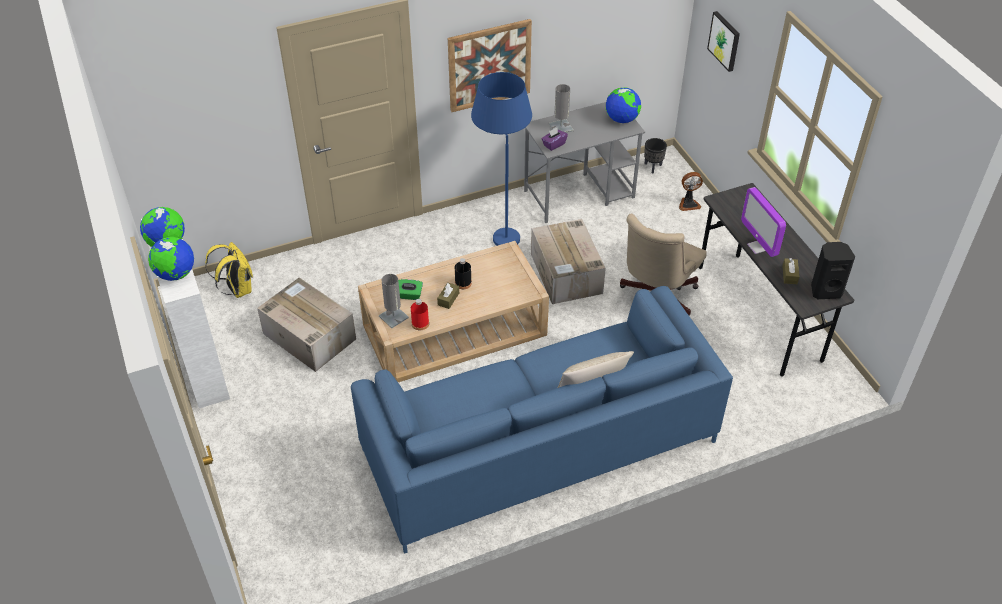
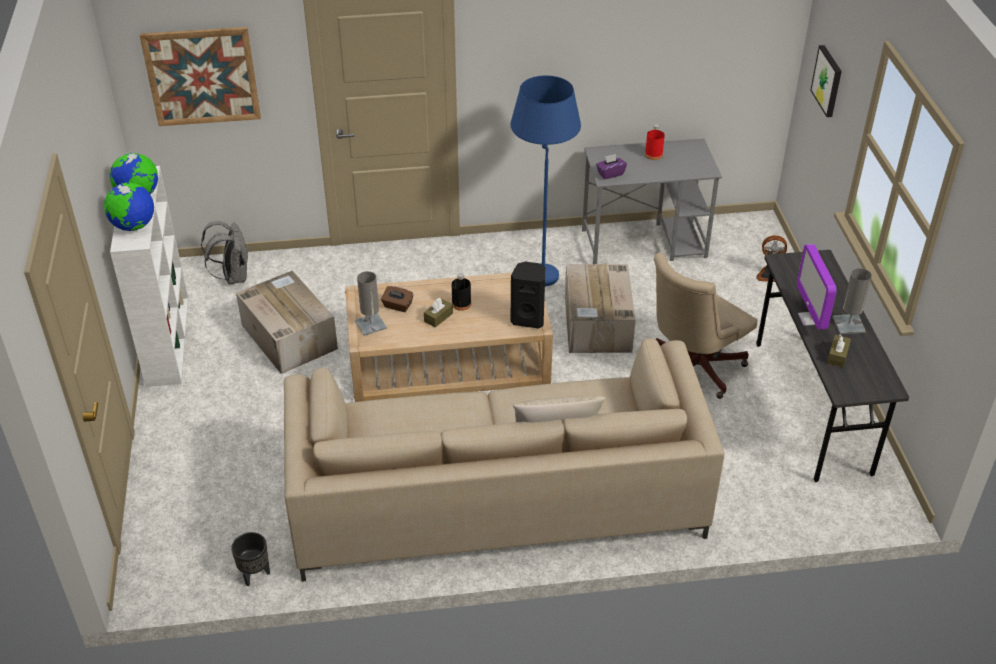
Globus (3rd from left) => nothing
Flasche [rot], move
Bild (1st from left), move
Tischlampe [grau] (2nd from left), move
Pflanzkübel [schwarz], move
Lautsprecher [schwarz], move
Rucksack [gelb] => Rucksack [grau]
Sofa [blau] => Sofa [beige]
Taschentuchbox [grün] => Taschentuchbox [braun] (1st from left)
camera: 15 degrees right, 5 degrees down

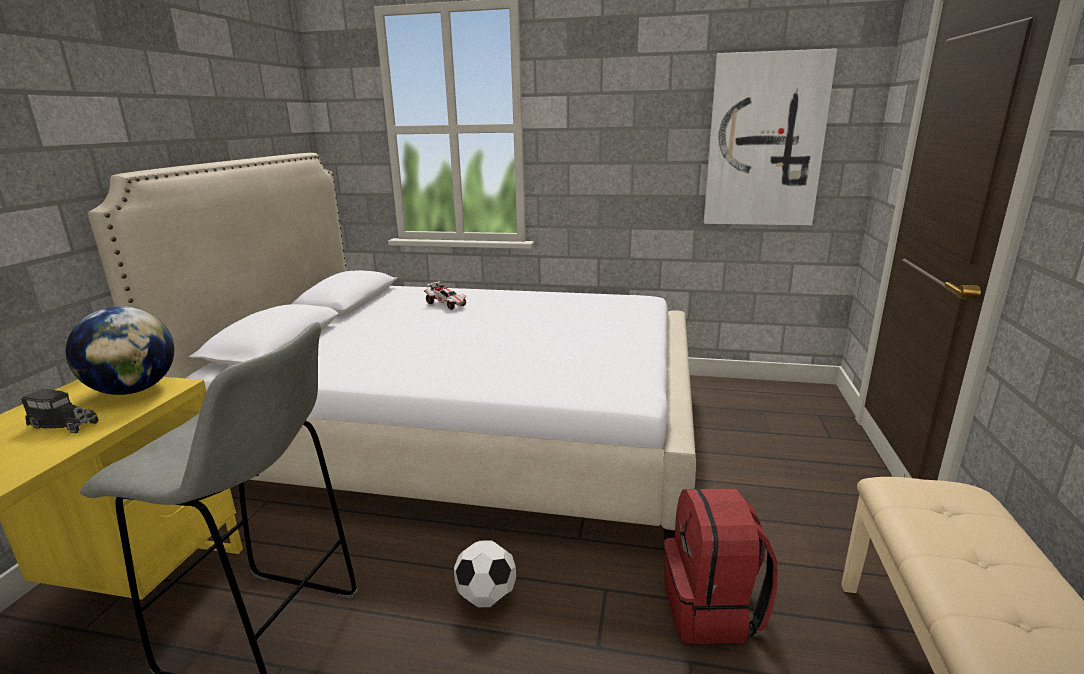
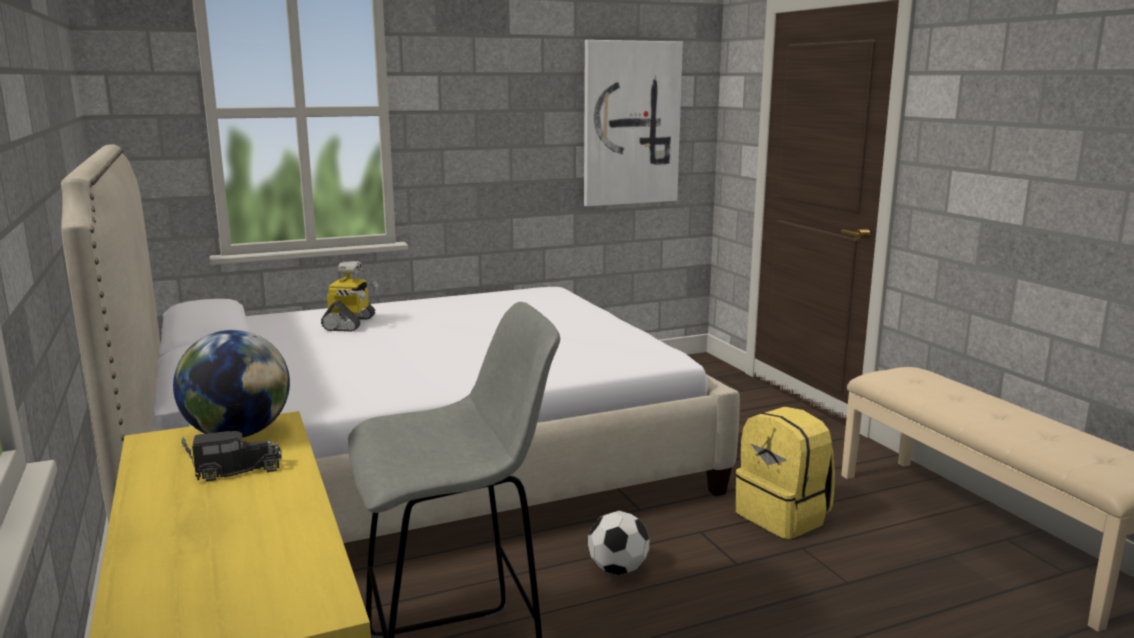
Spielzeugauto => Spielzeugroboter
Rucksack [rot] => Rucksack [gelb]
camera: 35 degrees left, 5 degrees down

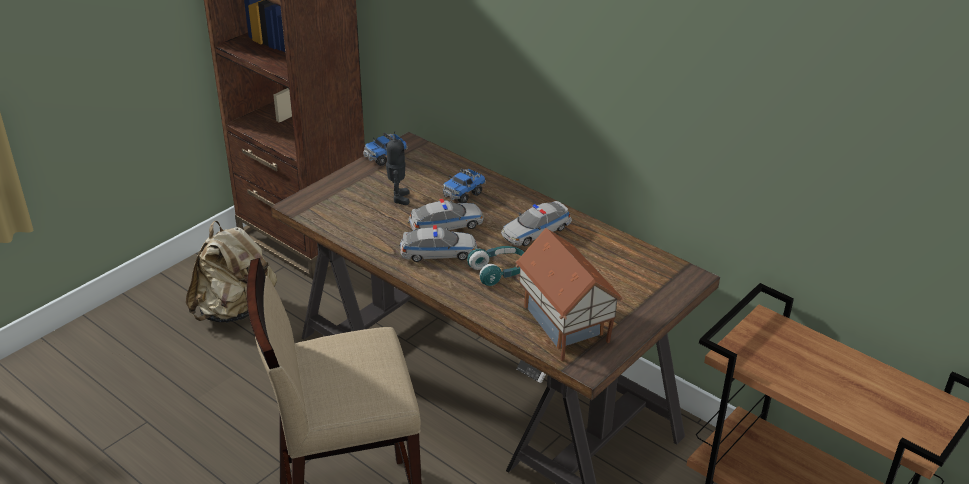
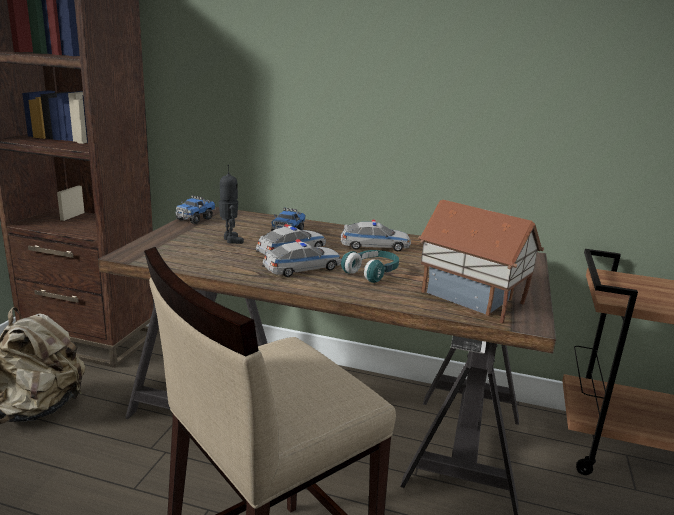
Spielzeugauto (3rd from left), 120 degrees counterclockwise
camera: 25 degrees left, 15 degrees down

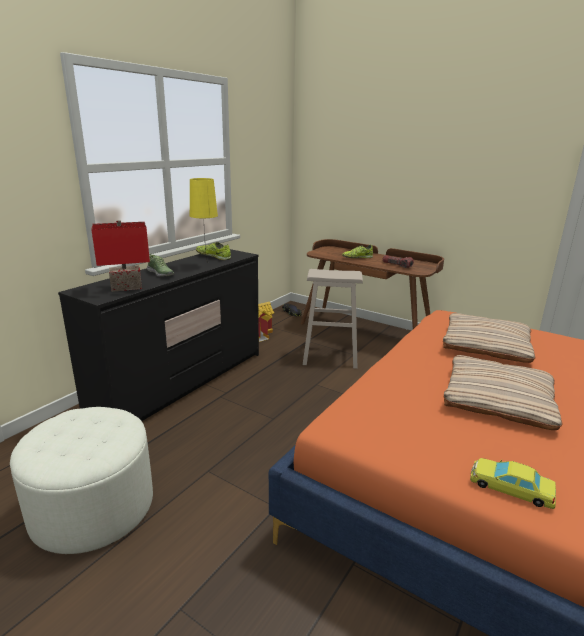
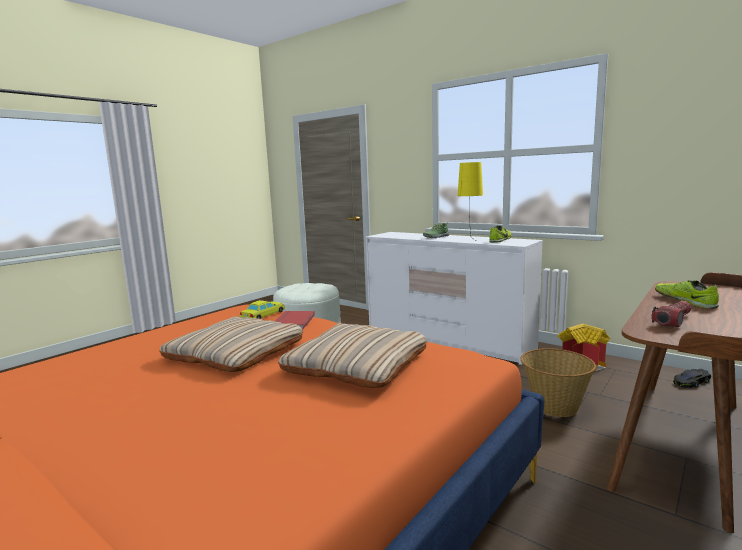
Tischlampe [rot] => nothing
nothing => Buch [rot]
Spielzeugauto [gelb], move
Hocker [beige] => Korb
Kommode [schwarz] => Kommode [weiß]
camera: 95 degrees right, 10 degrees down

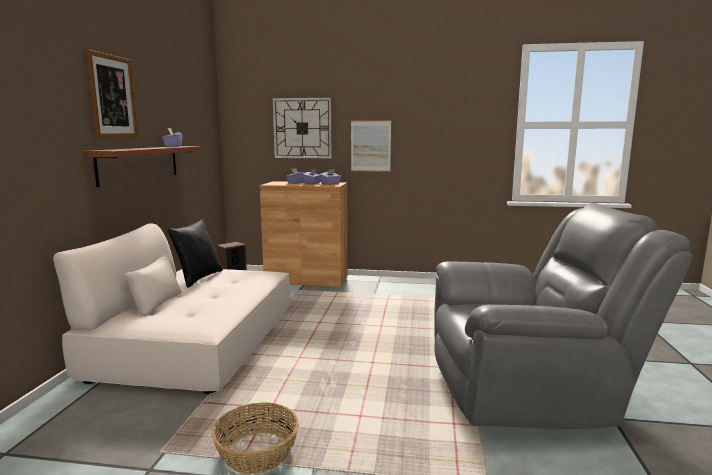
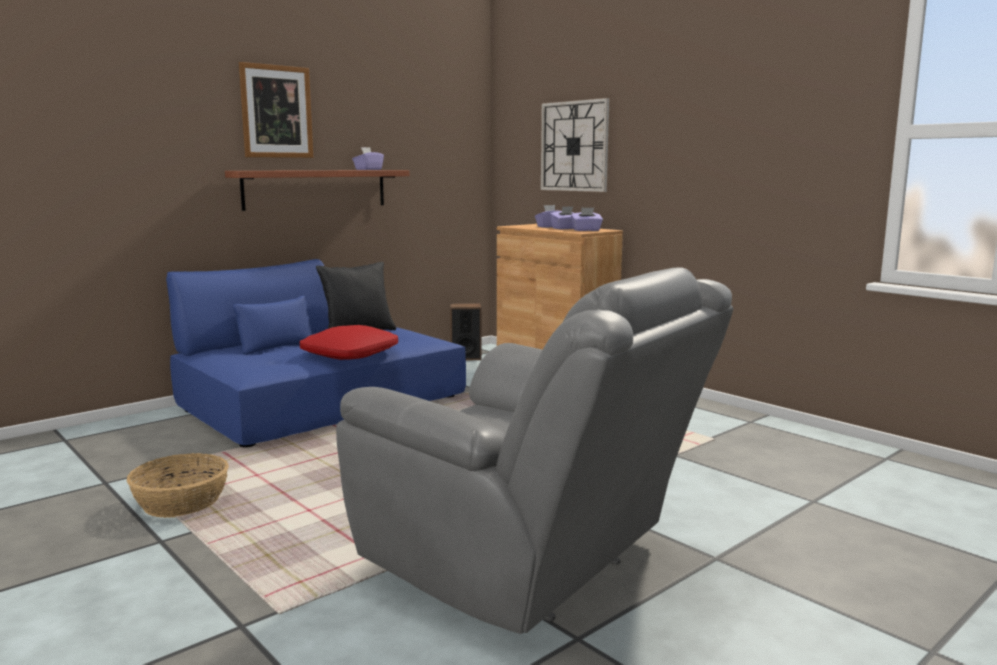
Bild (2nd from left) => nothing
nothing => Kissen [rot]
Sofa [beige] => Sofa [blau]
camera: 40 degrees right, 0 degrees up

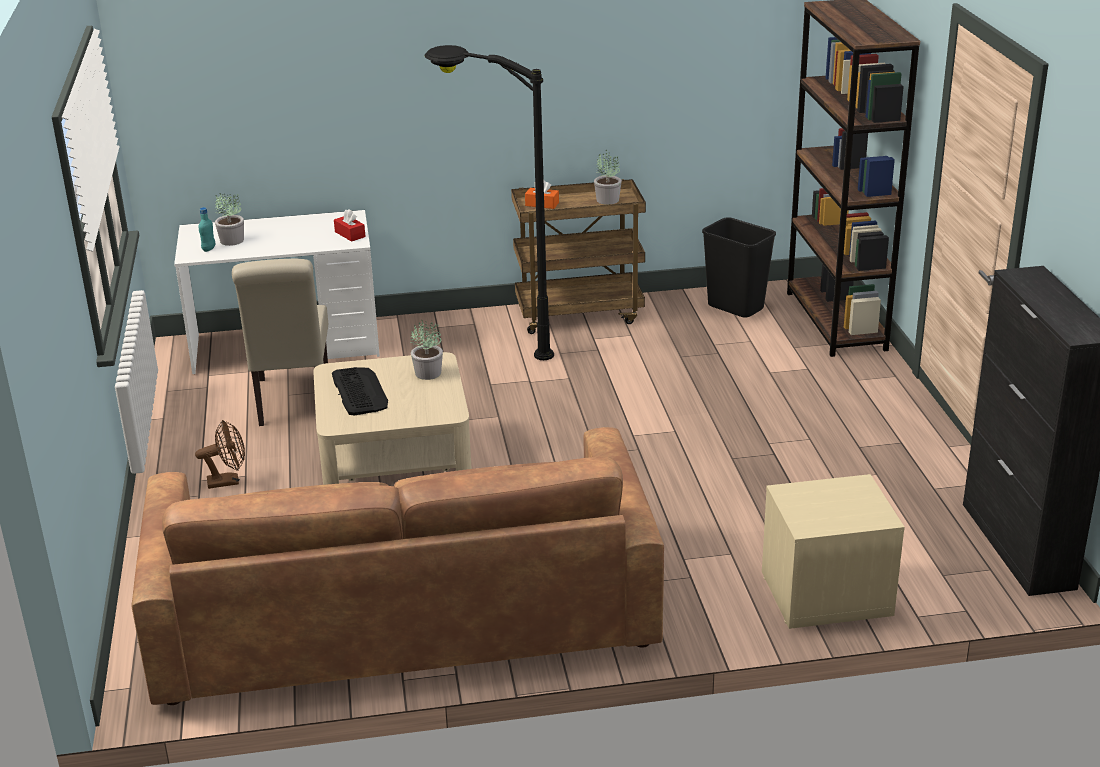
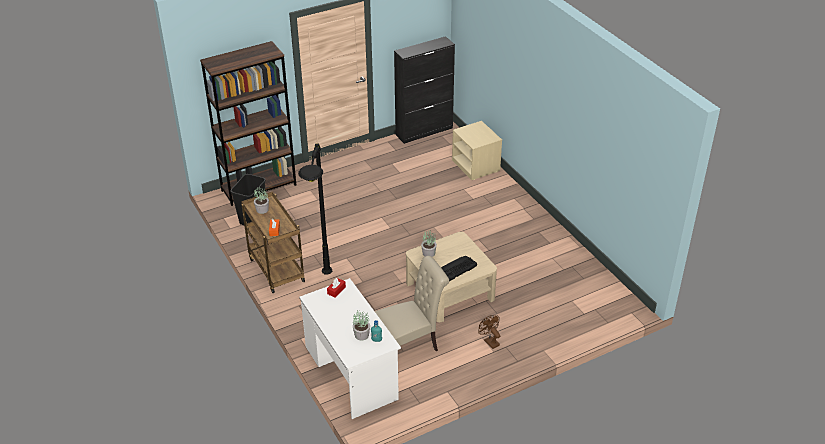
Sofa [braun] => nothing
camera: 110 degrees left, 10 degrees up

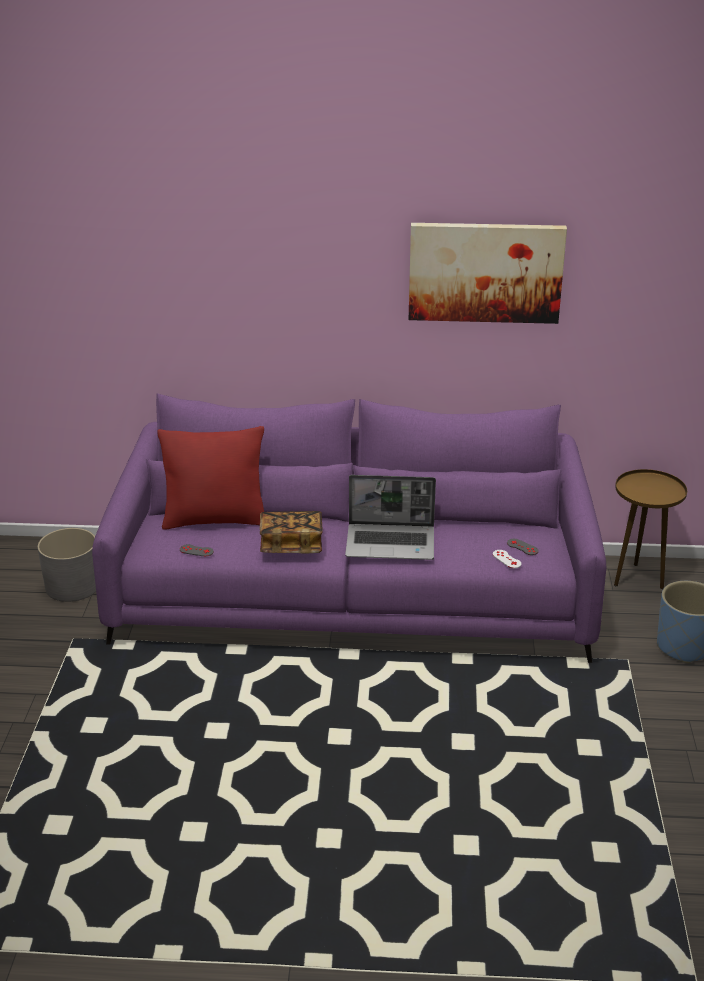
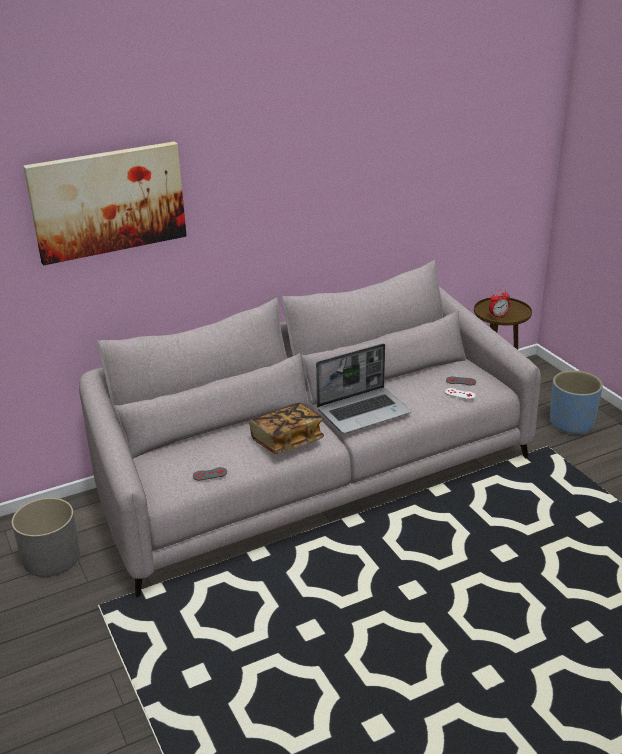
Kissen [rot] => nothing
nothing => Wecker
Bild, move
Sofa [lila] => Sofa [grau]
camera: 30 degrees left, 0 degrees up

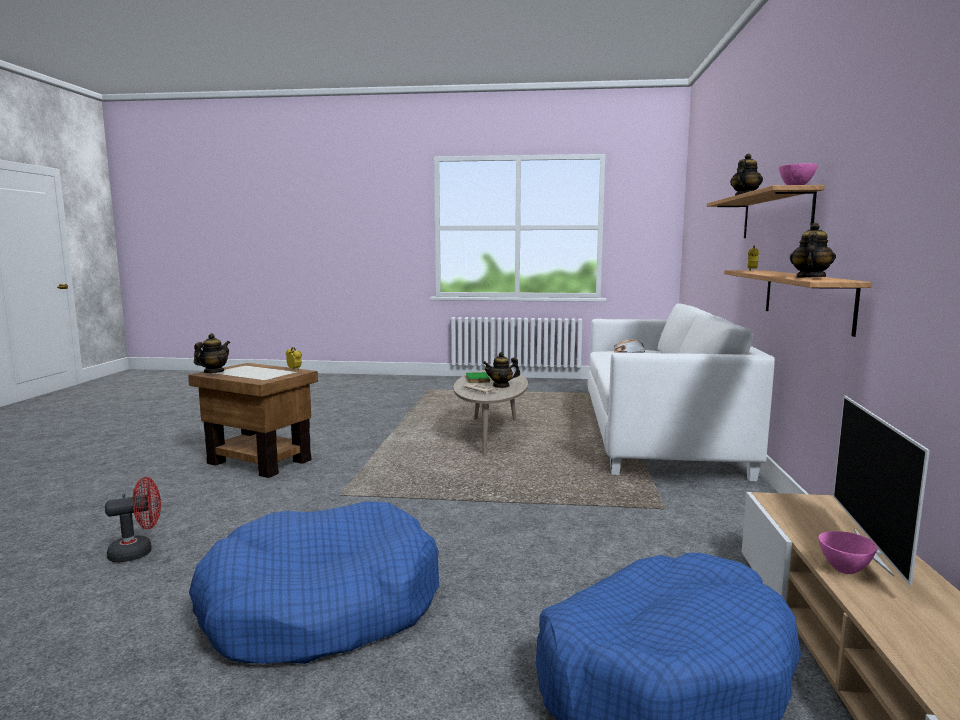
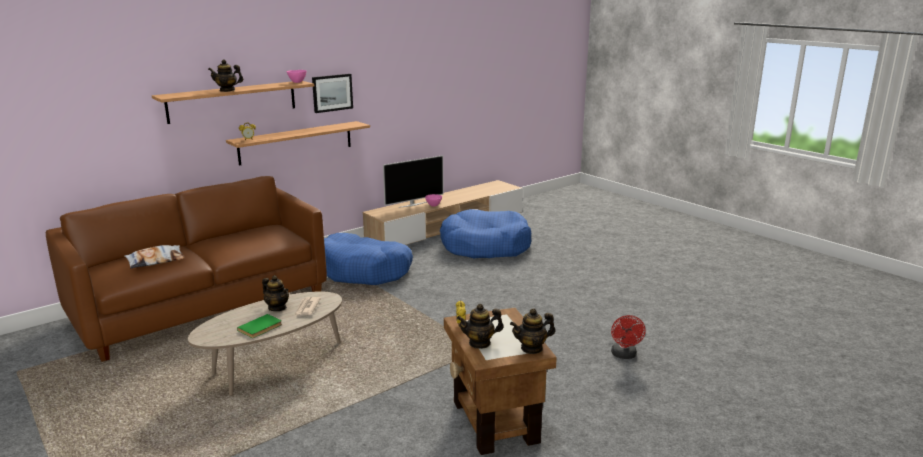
nothing => Bild
Hundebett [blau] (1st from left), move
Teekanne (4th from left in the first image) => Teekanne (3rd from left), move
Sofa [weiß] => Sofa [braun]
Ventilator [rot], 105 degrees counterclockwise
camera: 135 degrees left, 10 degrees up

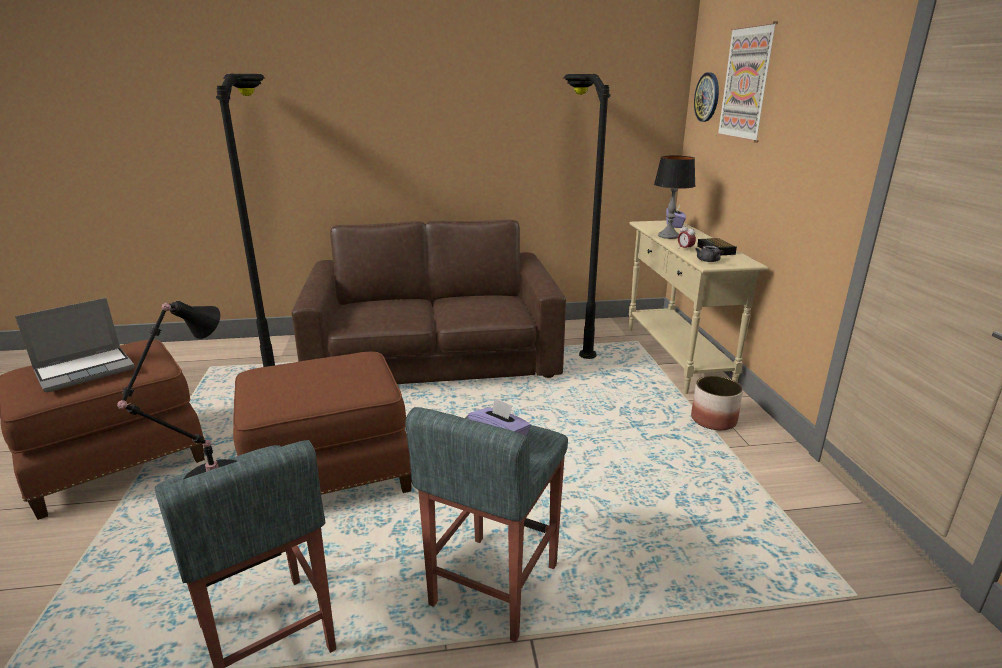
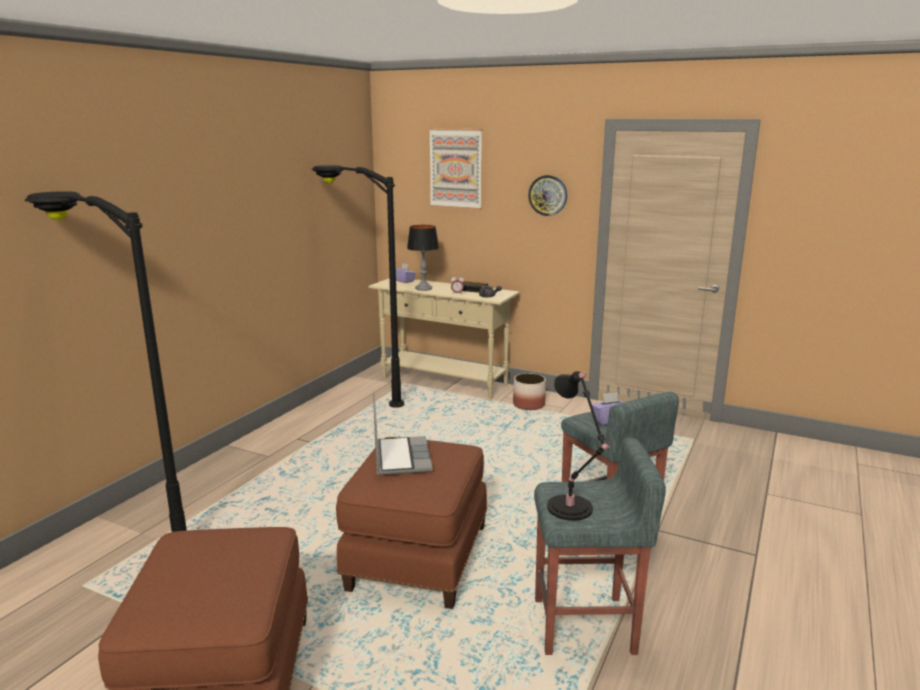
Sofa [braun] => nothing
Laptop, move
Wanduhr, move
camera: 55 degrees left, 5 degrees down

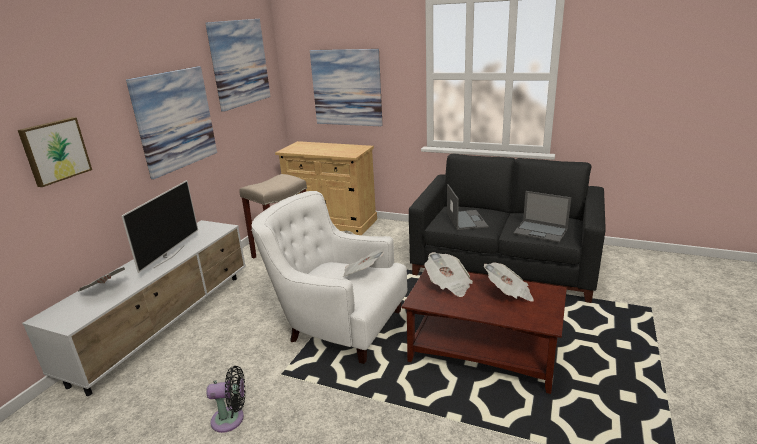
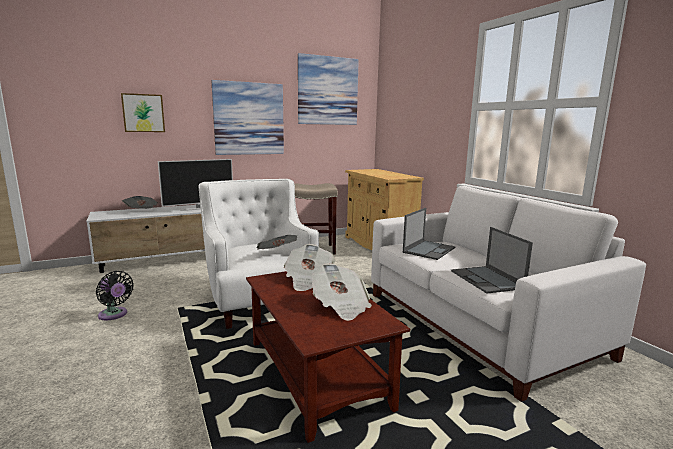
Bild (4th from left) => nothing
Sofa [schwarz] => Sofa [weiß]
camera: 40 degrees right, 10 degrees down

